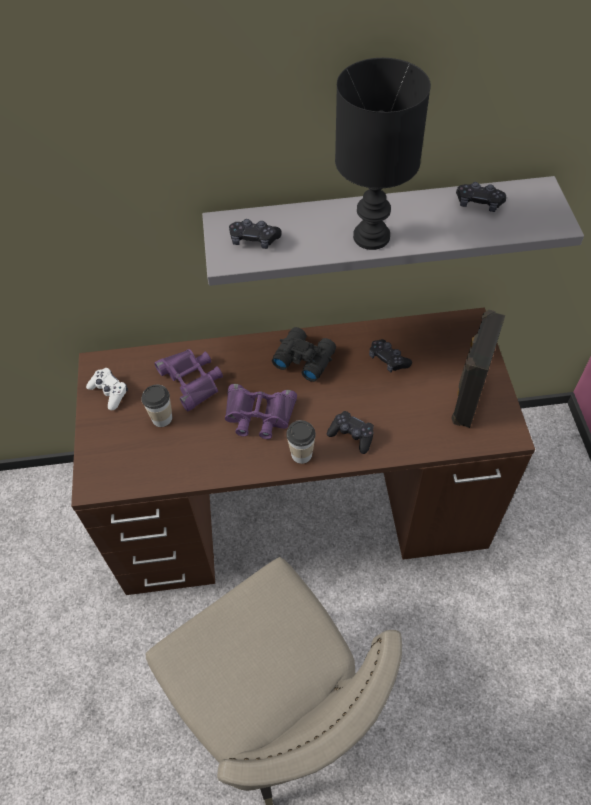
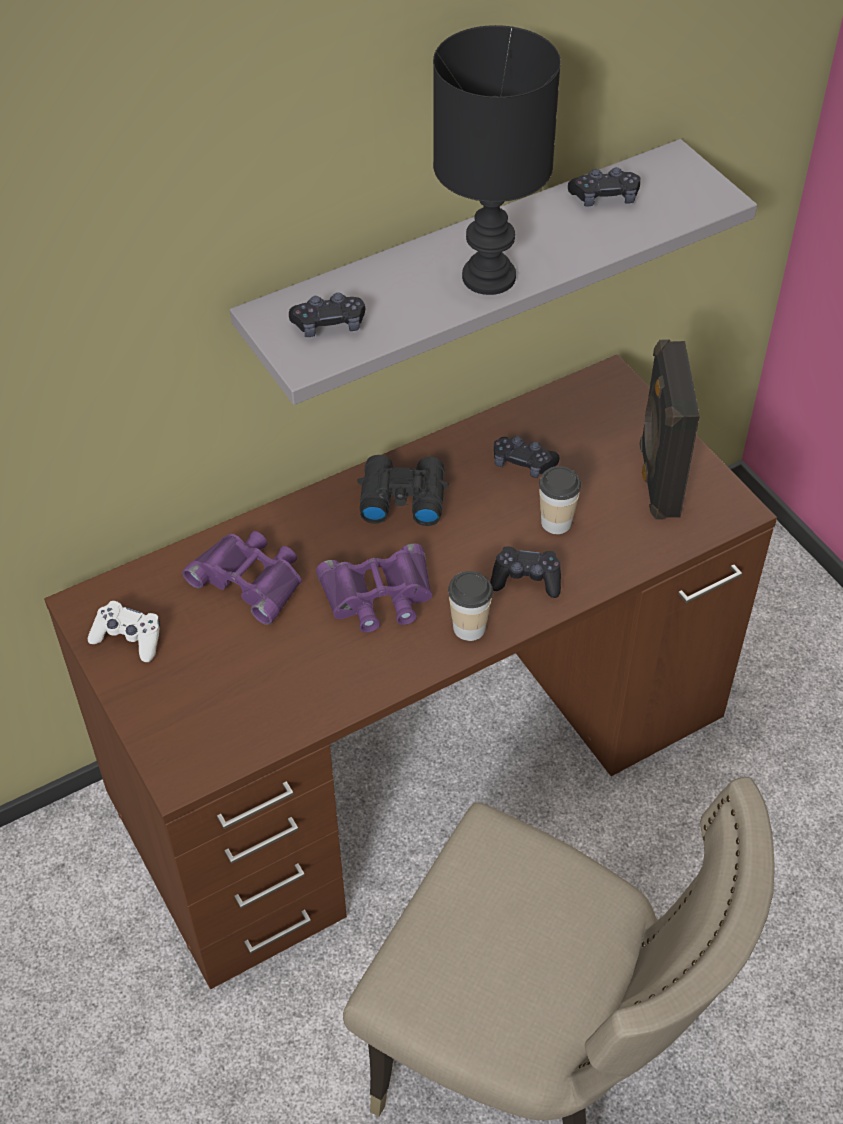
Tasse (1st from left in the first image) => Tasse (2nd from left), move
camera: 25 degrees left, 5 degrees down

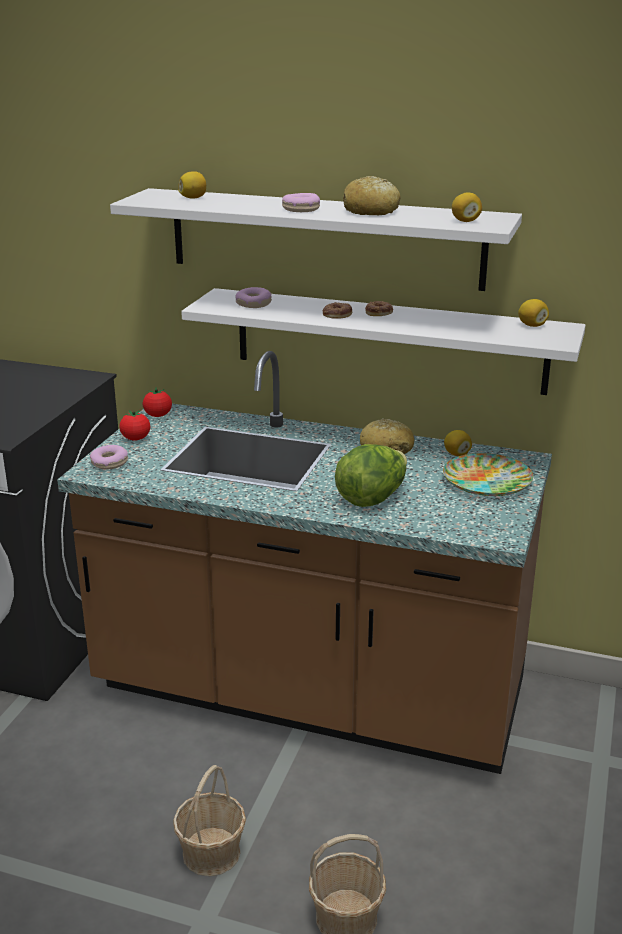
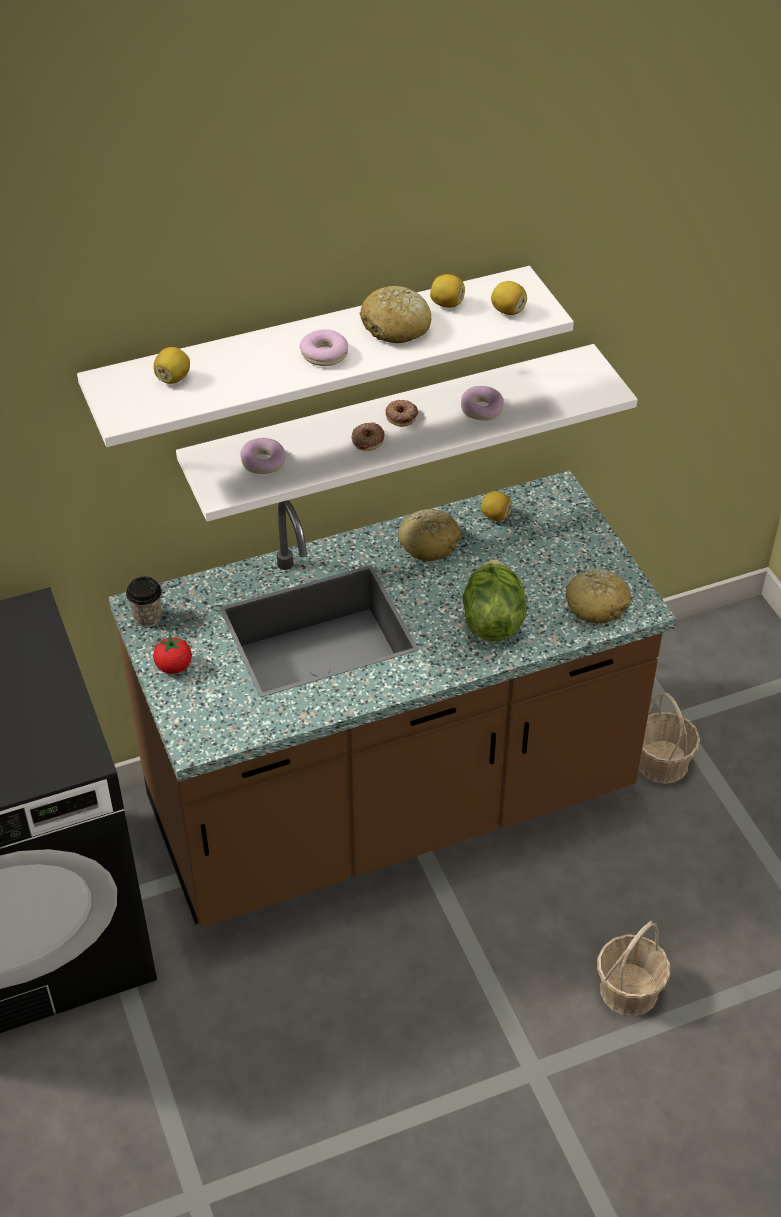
Teller => nothing
nothing => Brot (3rd from left)
Donut (1st from left in the first image) => Donut (5th from left), move
Korb (1st from left in the first image) => Korb (2nd from left), move
Zitrone (4th from left in the first image) => Zitrone (2nd from left), move
Tomate (2nd from left) => Tasse
camera: 40 degrees left, 20 degrees up

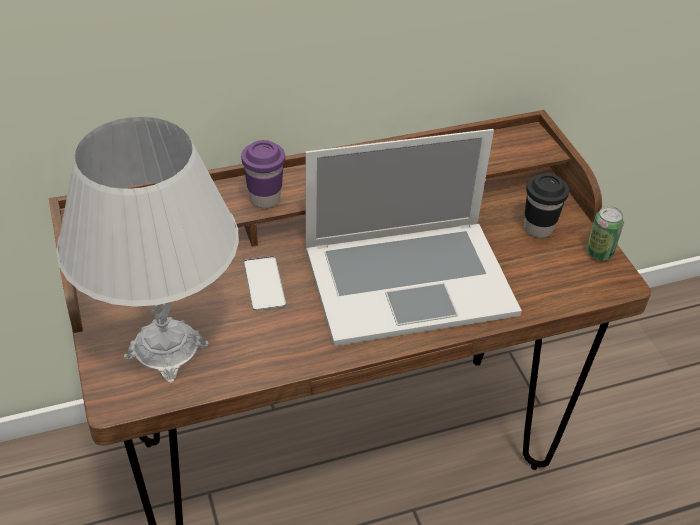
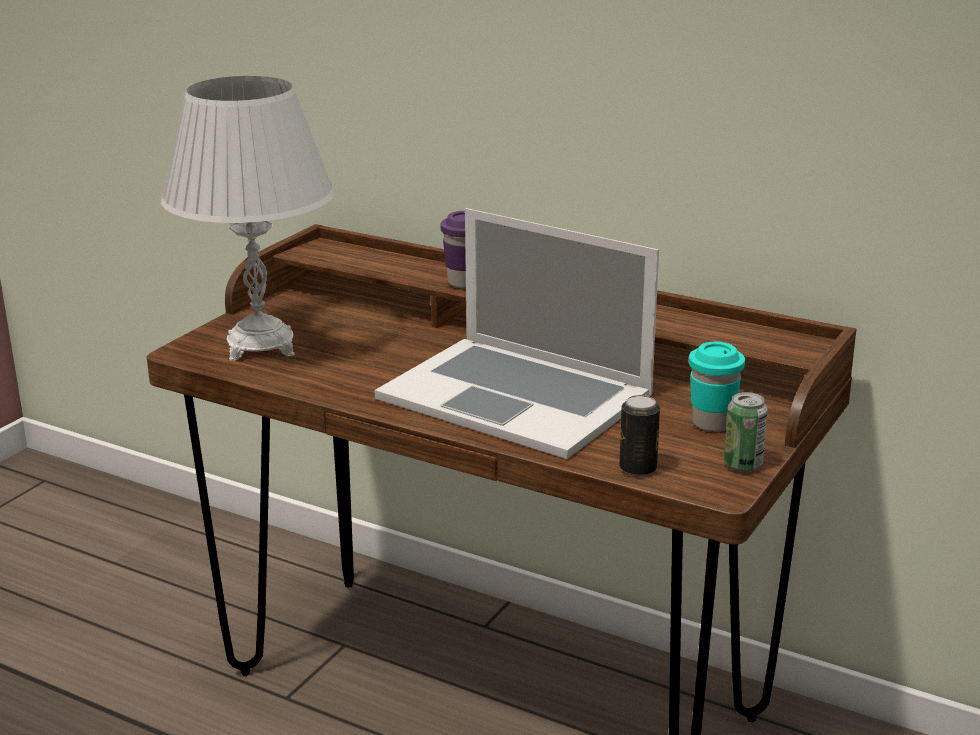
Handy => nothing
nothing => Dose (1st from left)
Tasse [schwarz] => Tasse [türkis]
camera: 50 degrees right, 20 degrees down

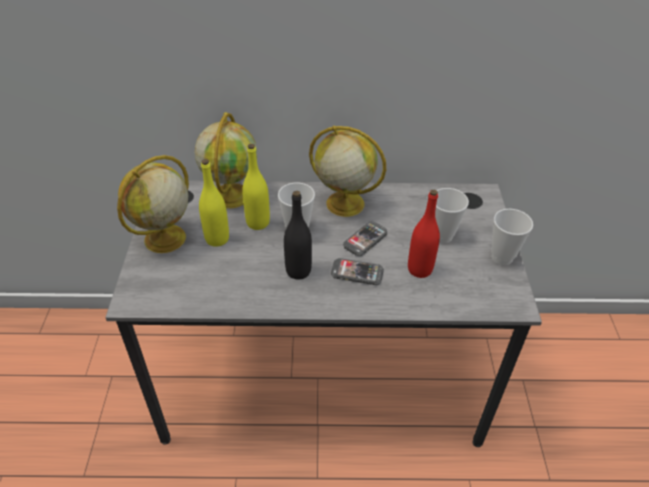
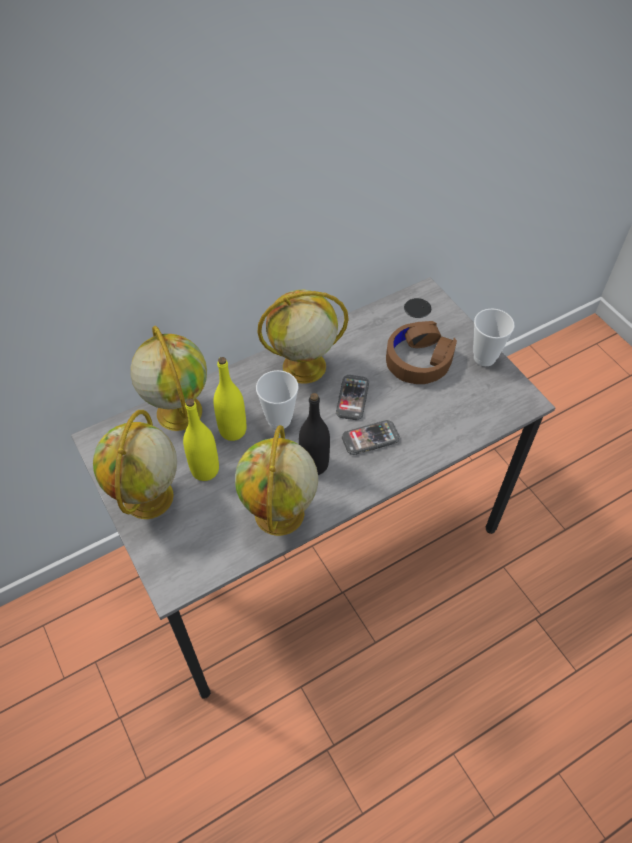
Flasche [rot] => nothing
nothing => Globus (3rd from left)
Tasse (2nd from left) => Kopfhörer [braun]
camera: 30 degrees left, 10 degrees up

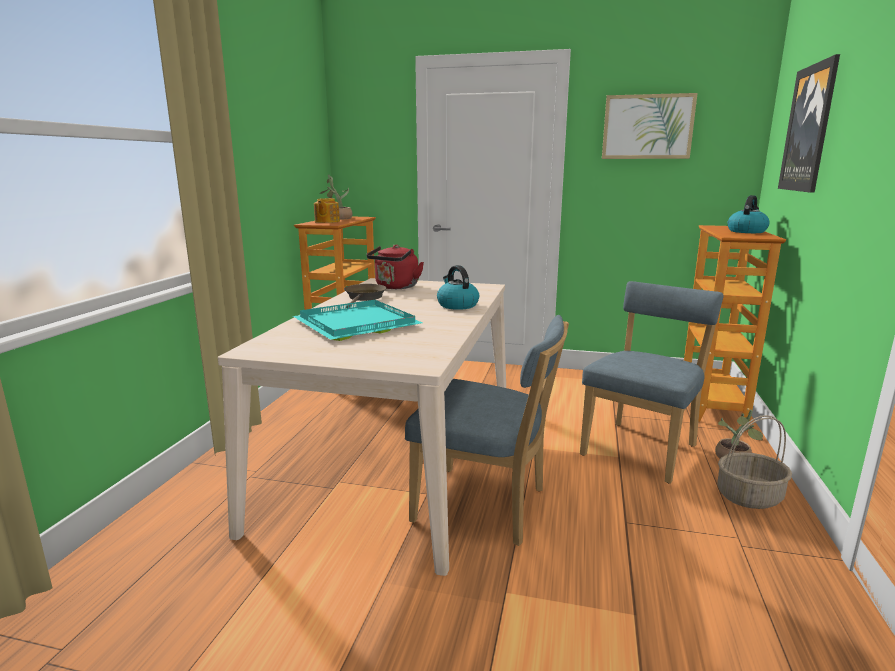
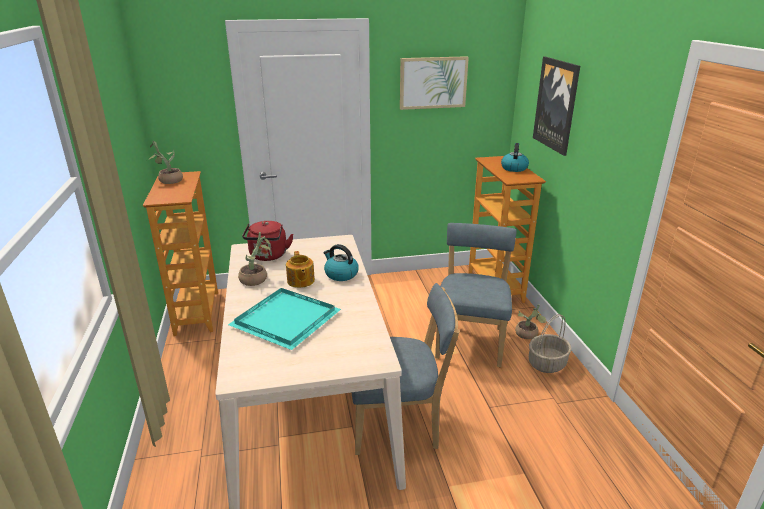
Teekanne, move
Pfanne [braun] => Topfpflanze (2nd from left)
camera: 25 degrees left, 10 degrees up

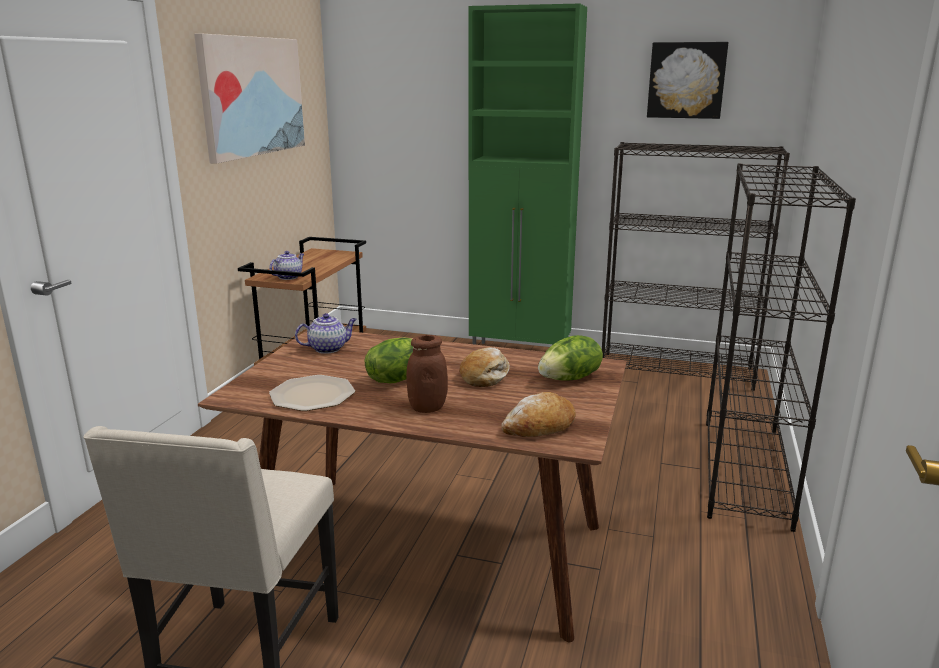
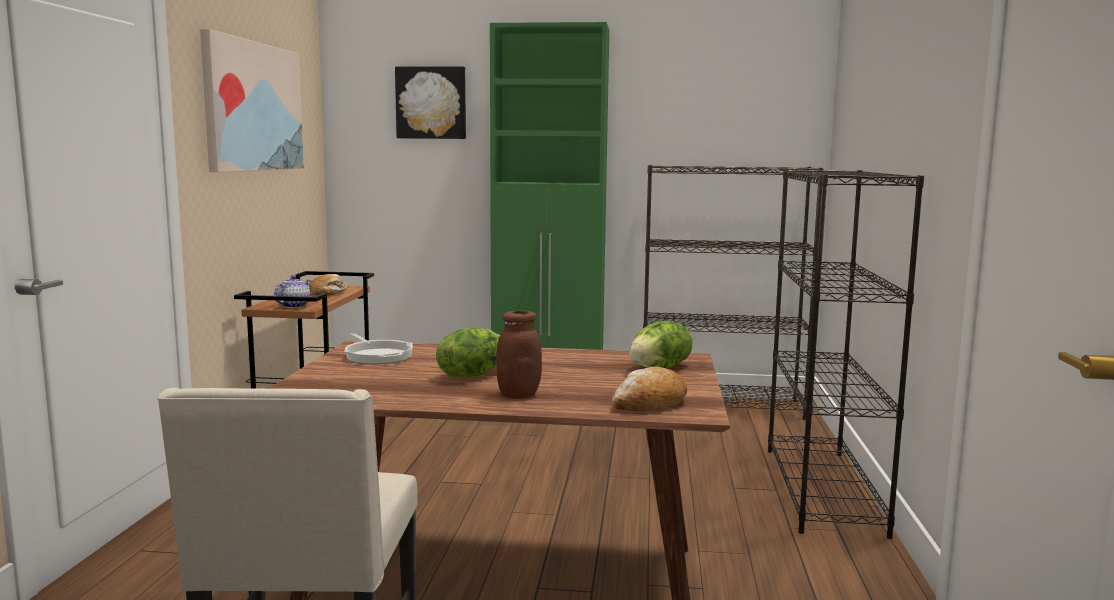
Teller => nothing
Brot (1st from left), move
Bild (2nd from left), move
Teekanne (2nd from left) => Pfanne
camera: 10 degrees left, 10 degrees down

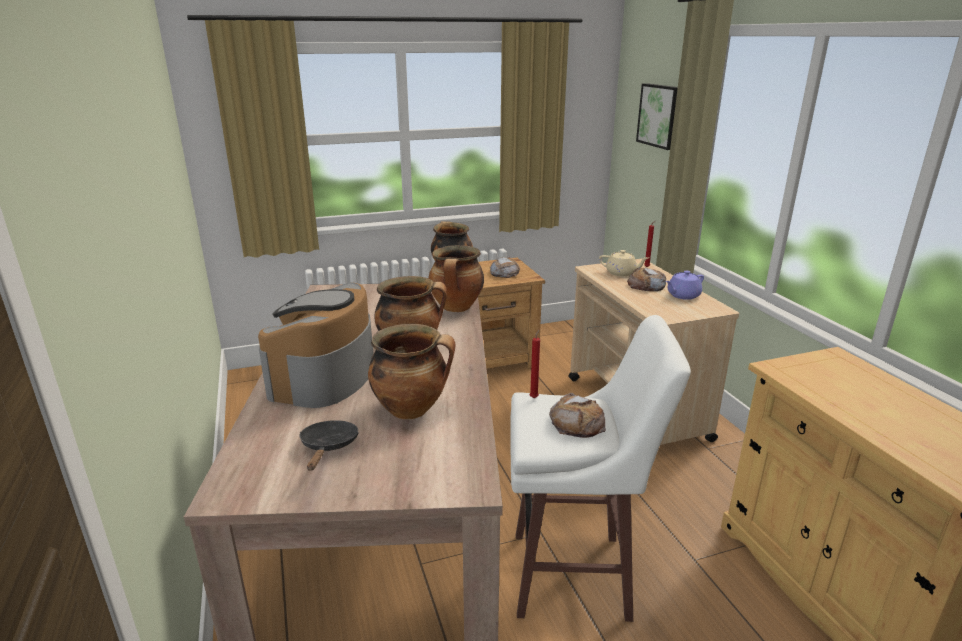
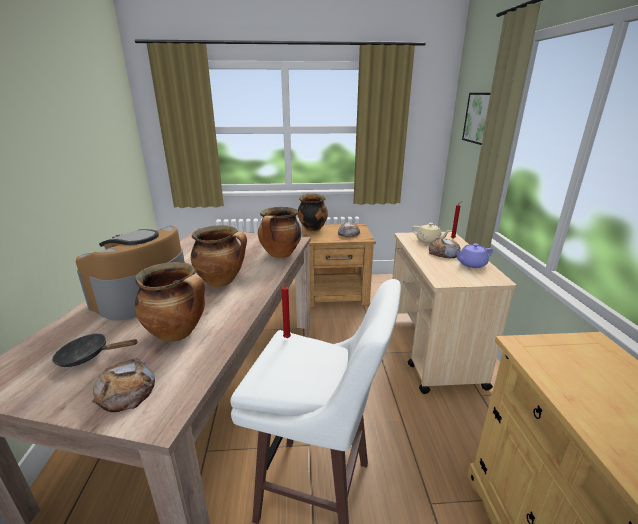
Brot (2nd from left in the first image) => Brot (1st from left), move
Pfanne [schwarz], 105 degrees counterclockwise
camera: 15 degrees right, 0 degrees up

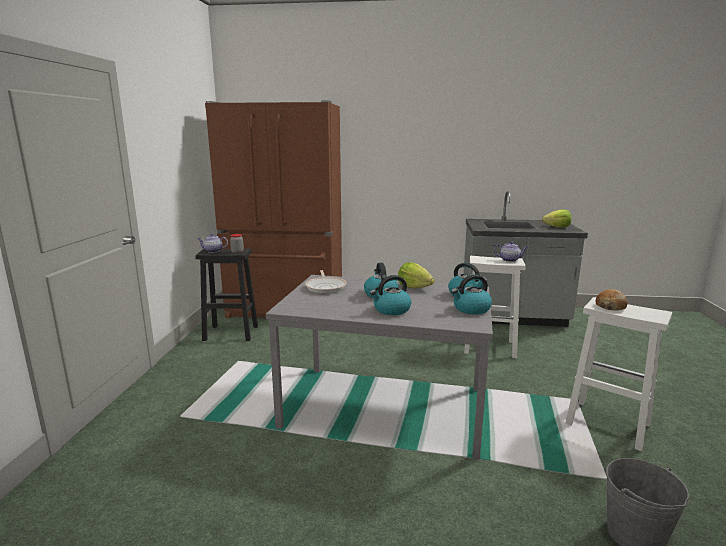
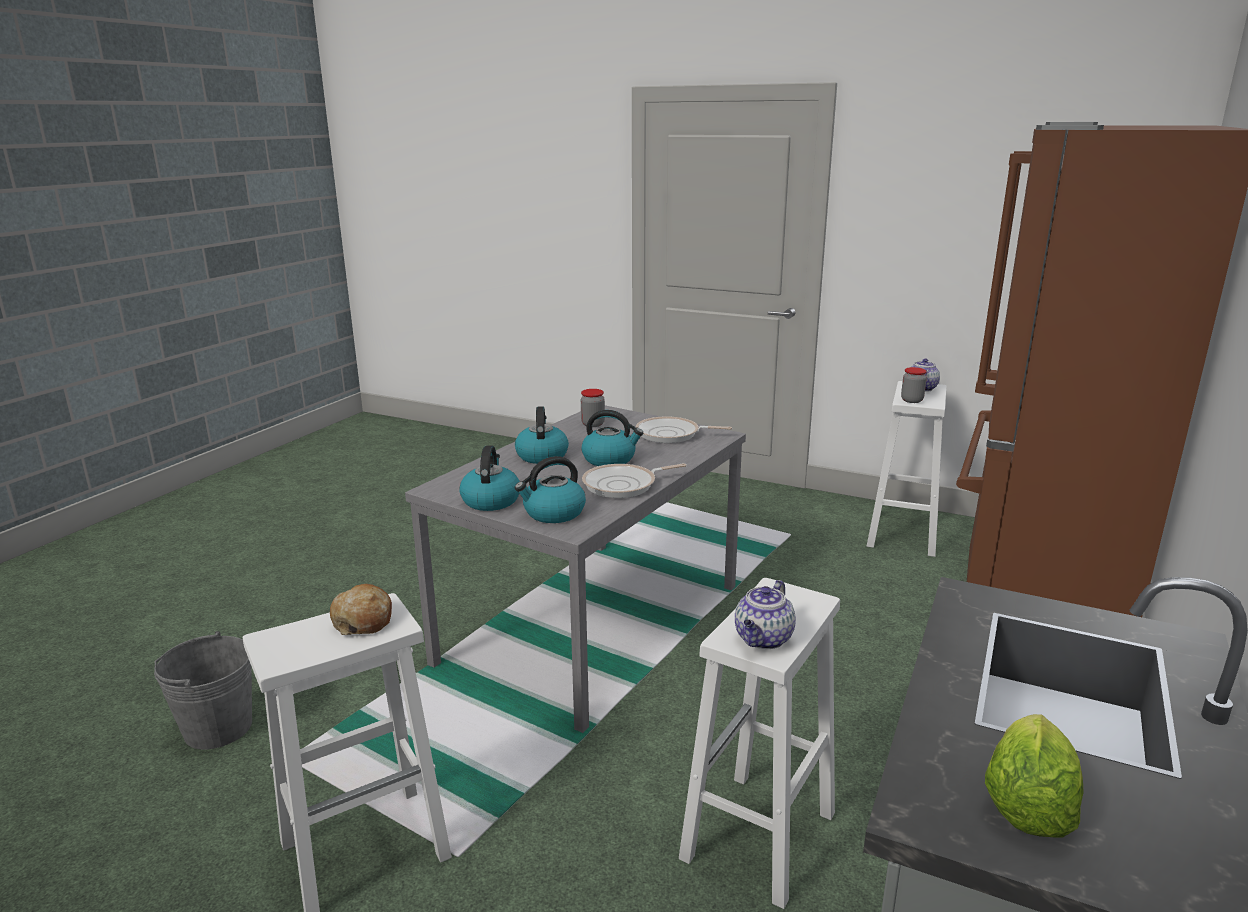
nothing => Vorratsglas (1st from left)
Salatkopf (1st from left) => Pfanne (1st from left)
Hocker [schwarz] => Hocker [weiß] (3rd from left)
camera: 110 degrees right, 5 degrees up

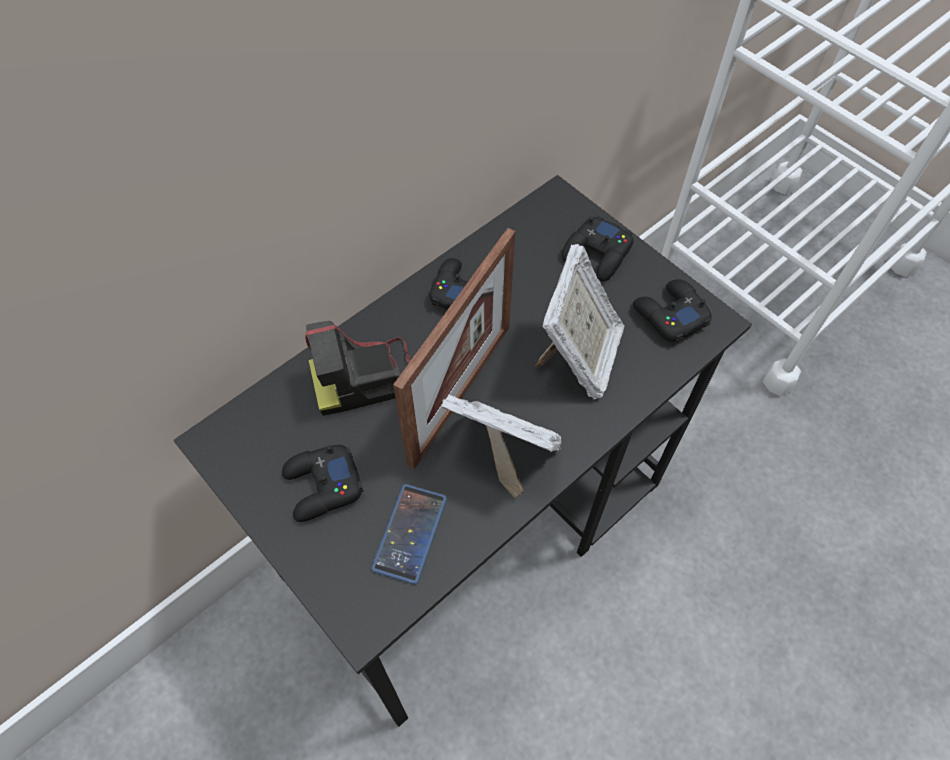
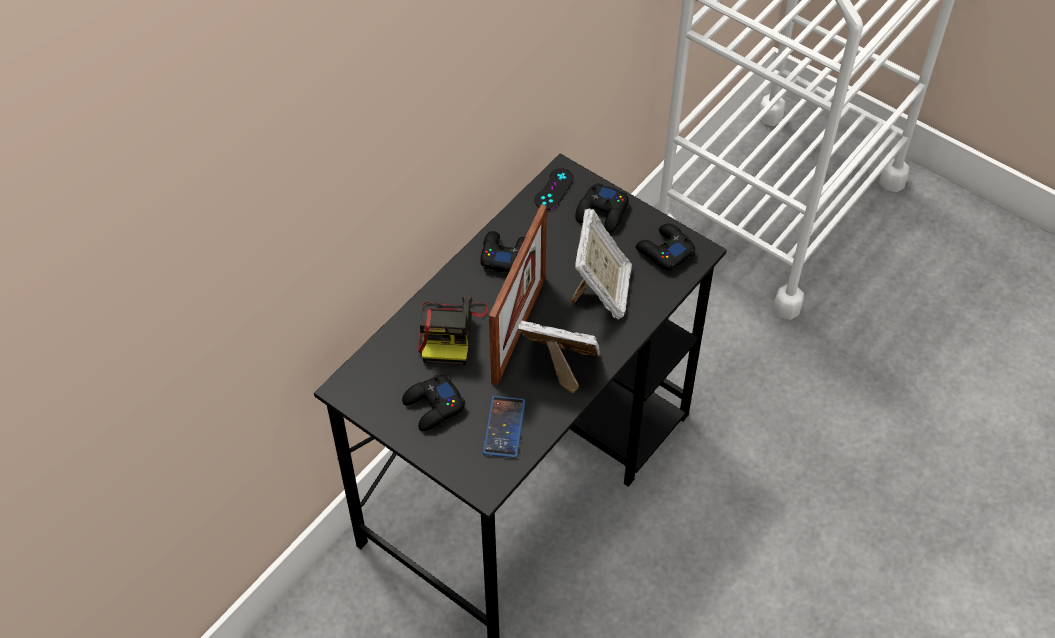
nothing => Gamepad [schwarz] (3rd from left)
Kamera, 60 degrees counterclockwise
camera: 10 degrees left, 5 degrees down

